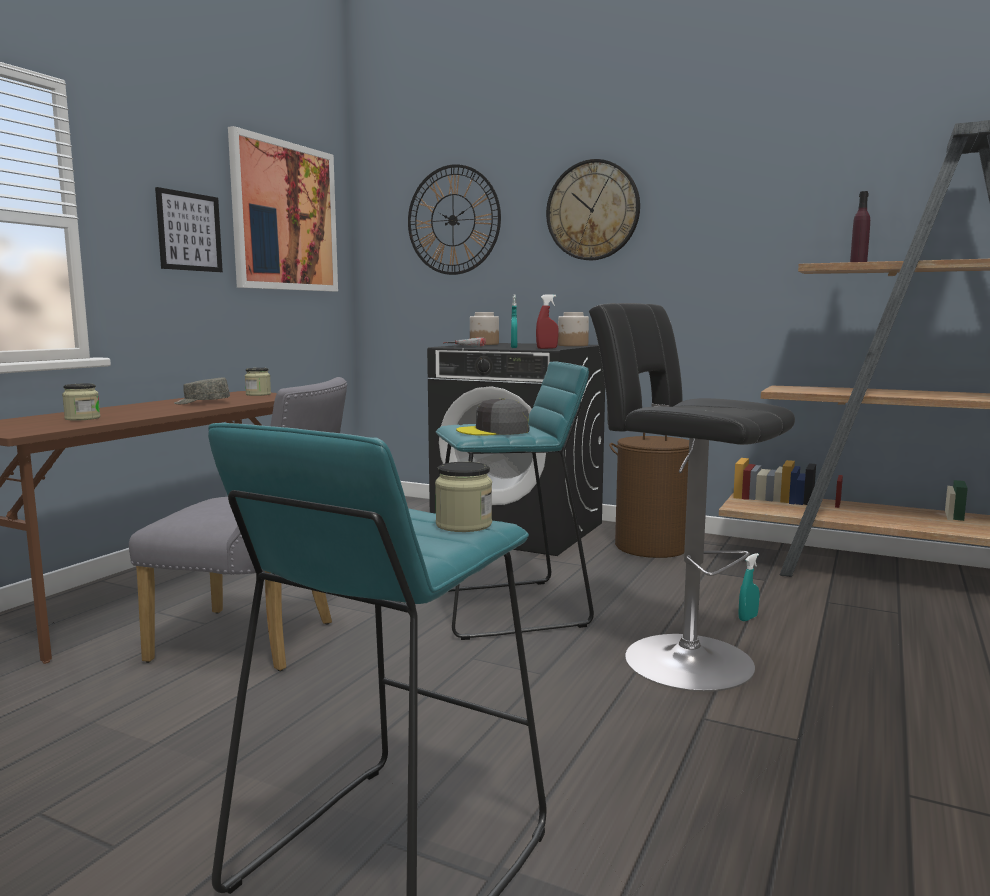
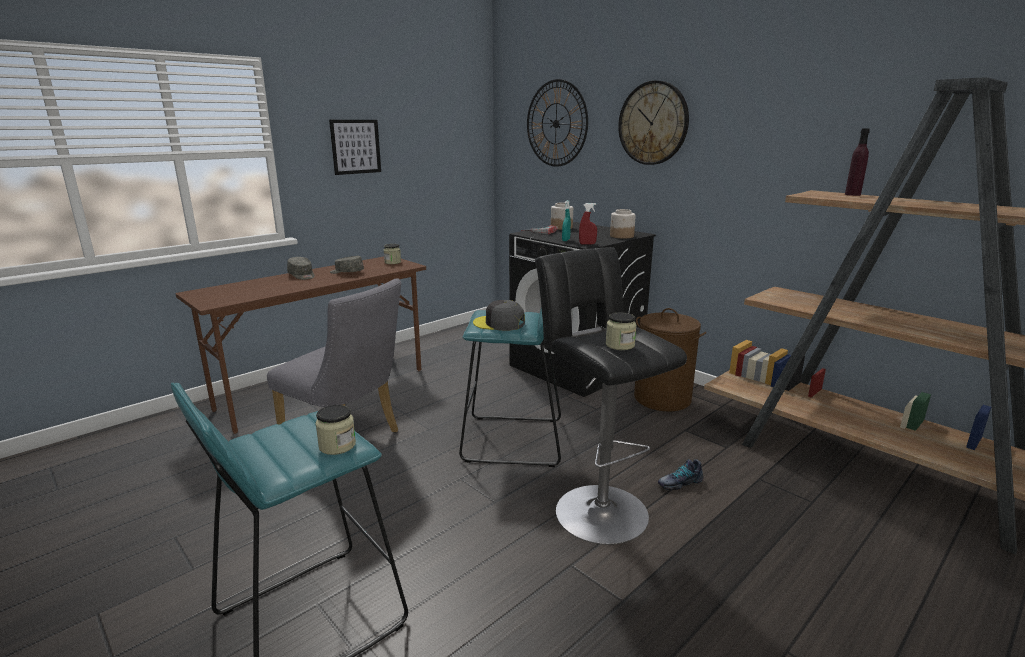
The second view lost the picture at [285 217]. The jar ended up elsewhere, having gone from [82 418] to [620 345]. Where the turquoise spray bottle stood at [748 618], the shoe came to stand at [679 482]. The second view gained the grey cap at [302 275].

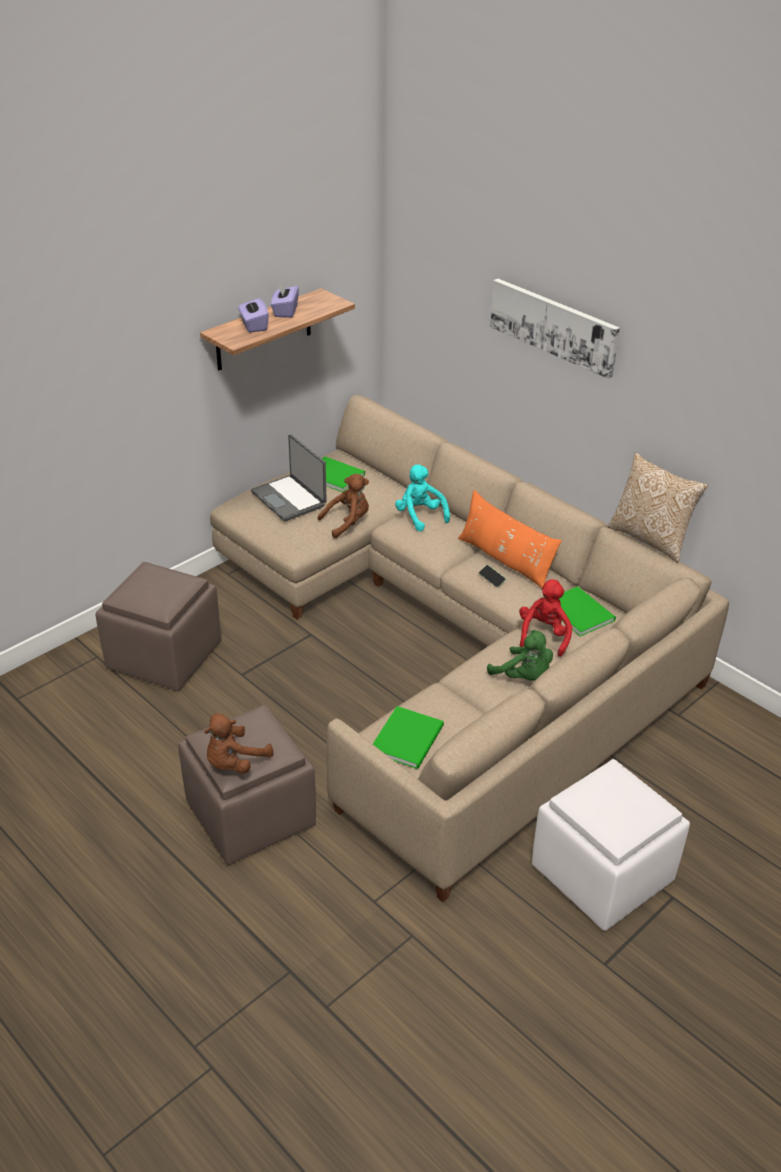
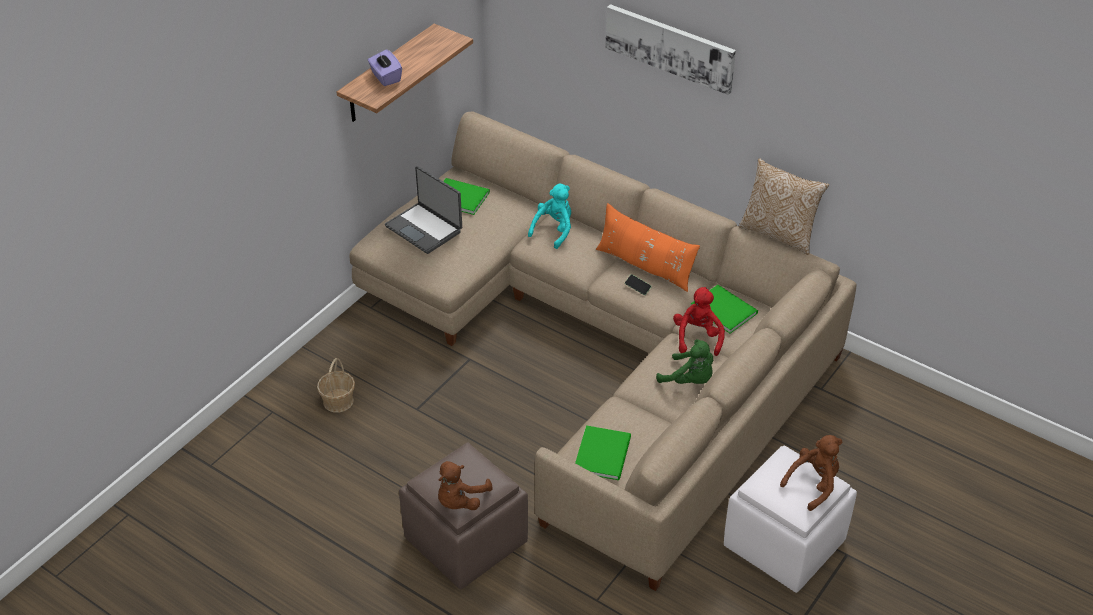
The second view lost the purple tissue box at [285 311]. The turquoise plush toy at [420 516] ended up facing another way, 75 degrees clockwise from before. The brown plush toy ended up elsewhere, having gone from [347 522] to [813 484]. Where the brown ottoman stood at [166 656], the basket came to stand at [338 401].

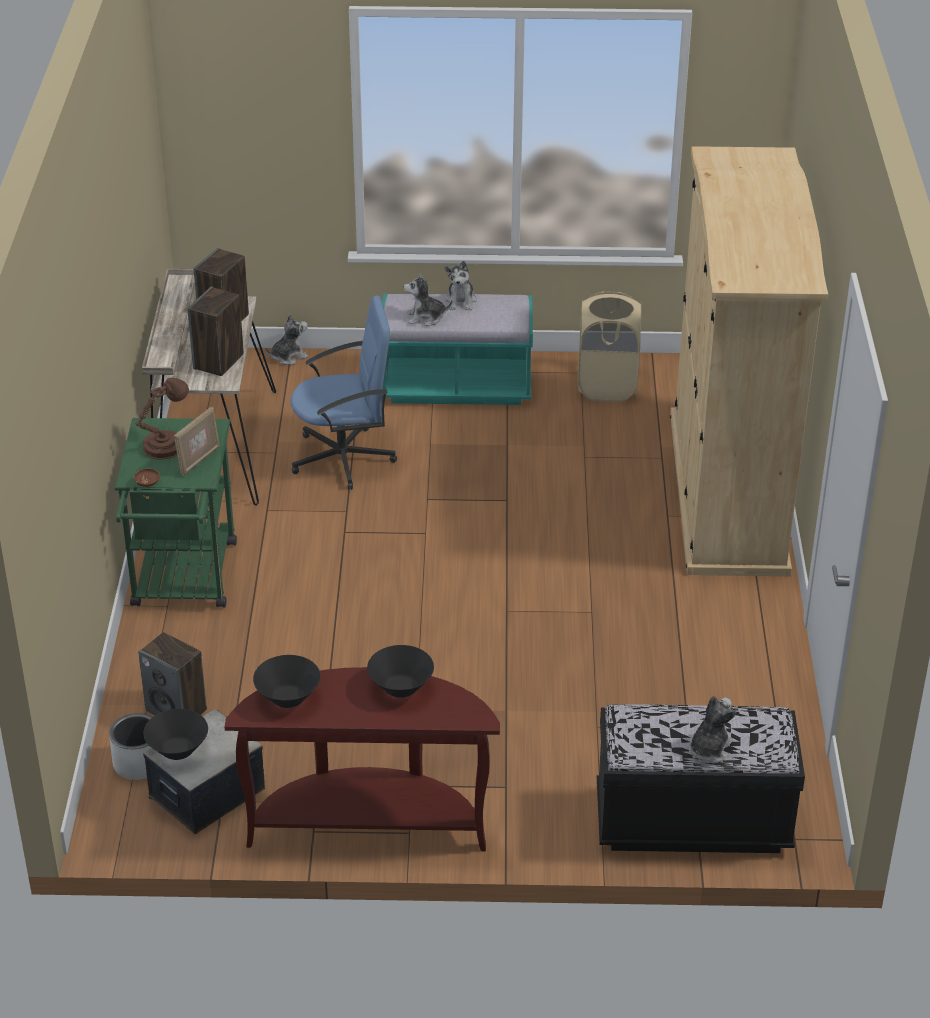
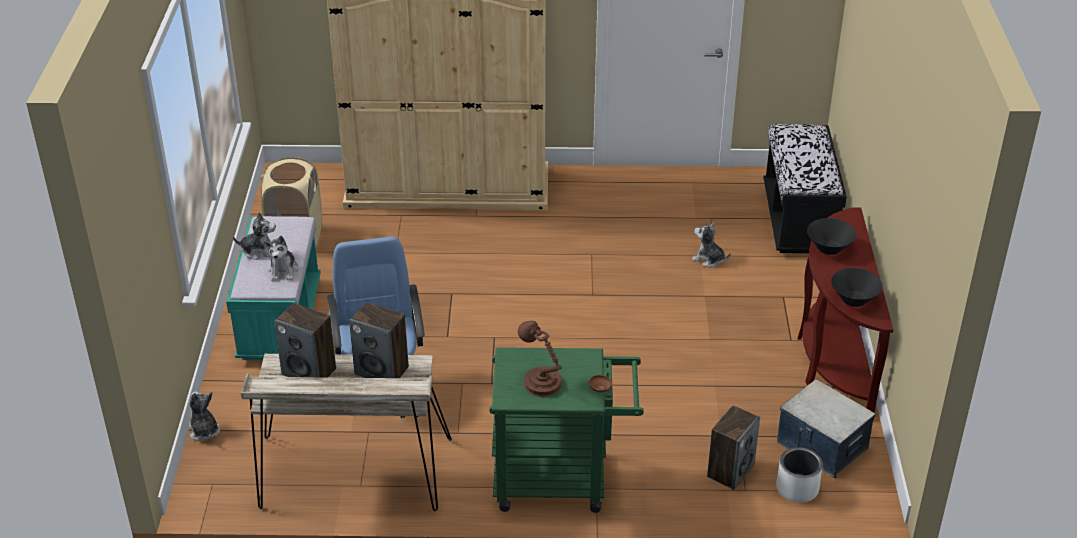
The second view lost the picture frame at [198 460]. The plush toy ended up elsewhere, having gone from [709 749] to [709 259]. The second view lost the black bowl at [177 749].

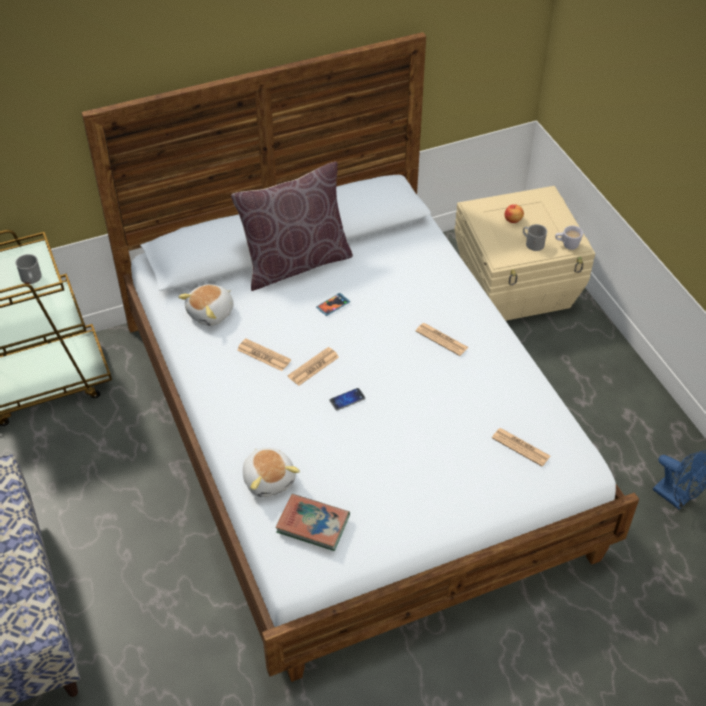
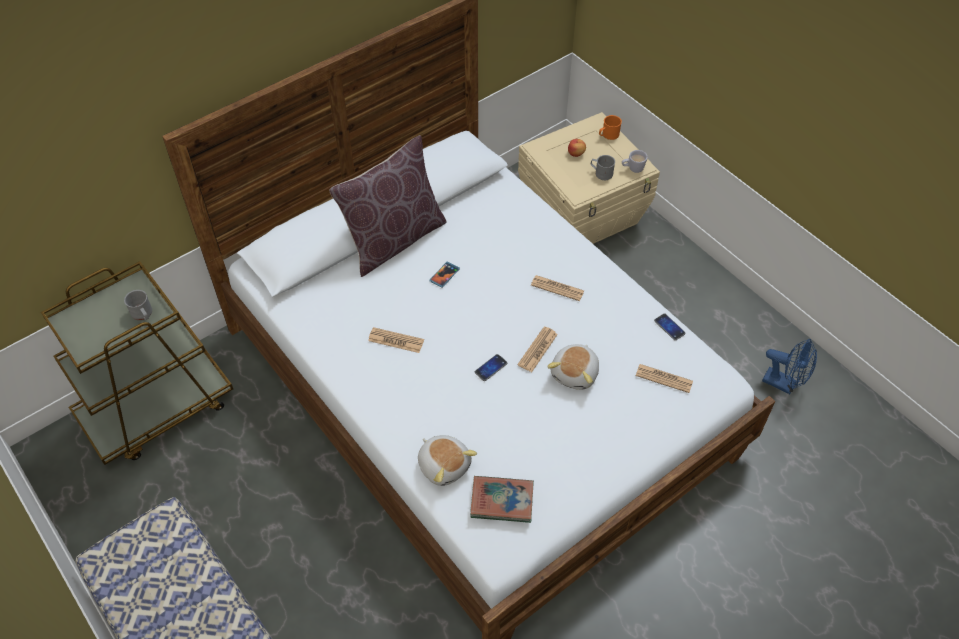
The plush toy ended up elsewhere, having gone from [211 313] to [575 373]. The newspaper ended up elsewhere, having gone from [313 367] to [537 349]. The second view gained the orange mug at [608 135]. The second view gained the phone at [669 327].

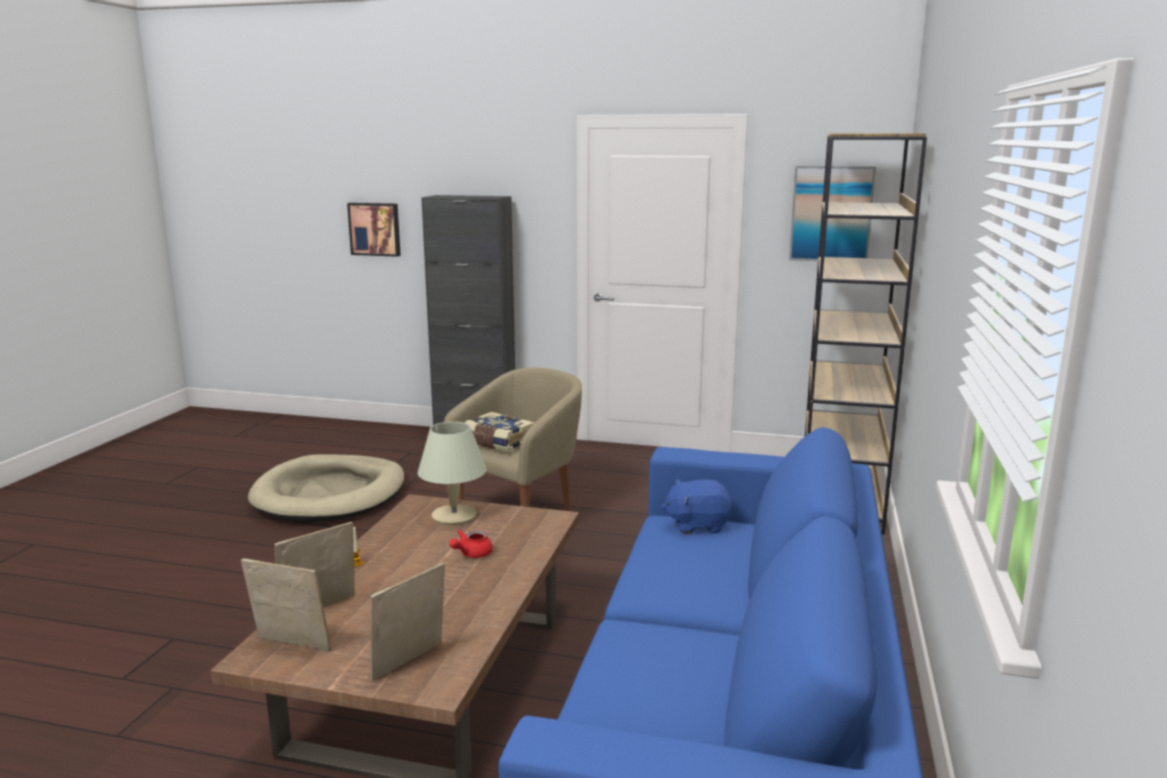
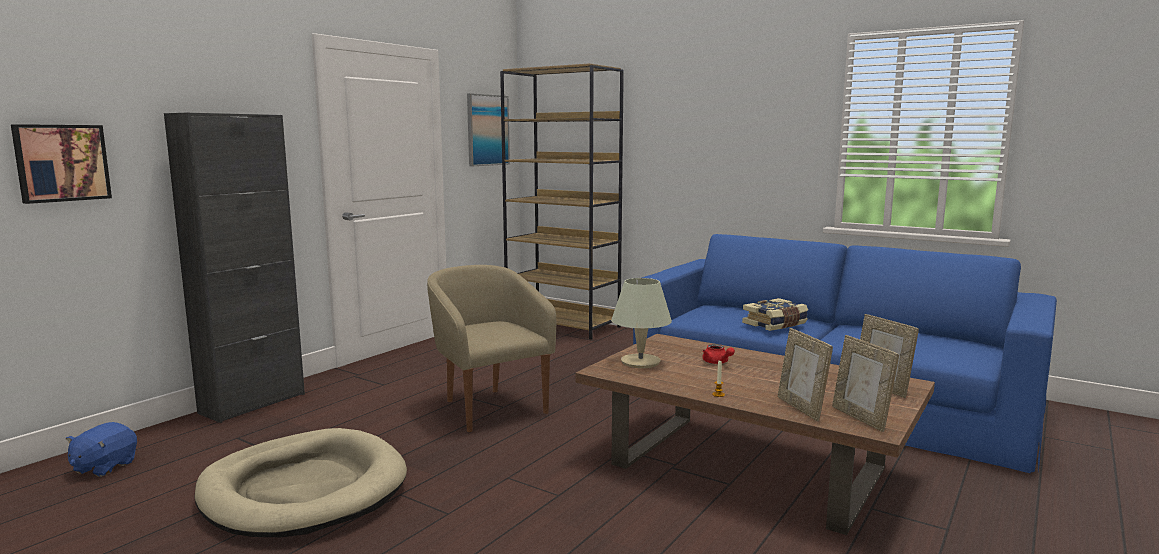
The book ended up elsewhere, having gone from [498 443] to [775 324]. The blue plush toy ended up elsewhere, having gone from [697 525] to [104 467]. The picture frame at [291 646] ended up facing another way, 60 degrees counterclockwise from before.

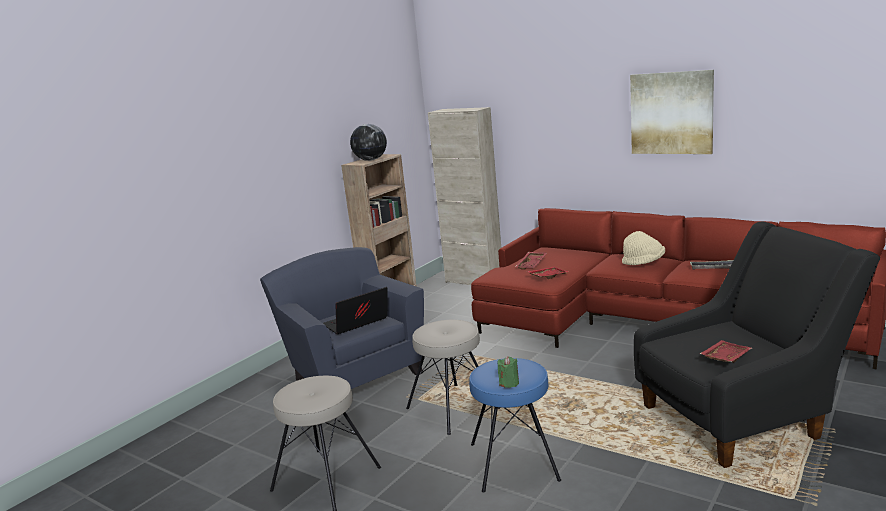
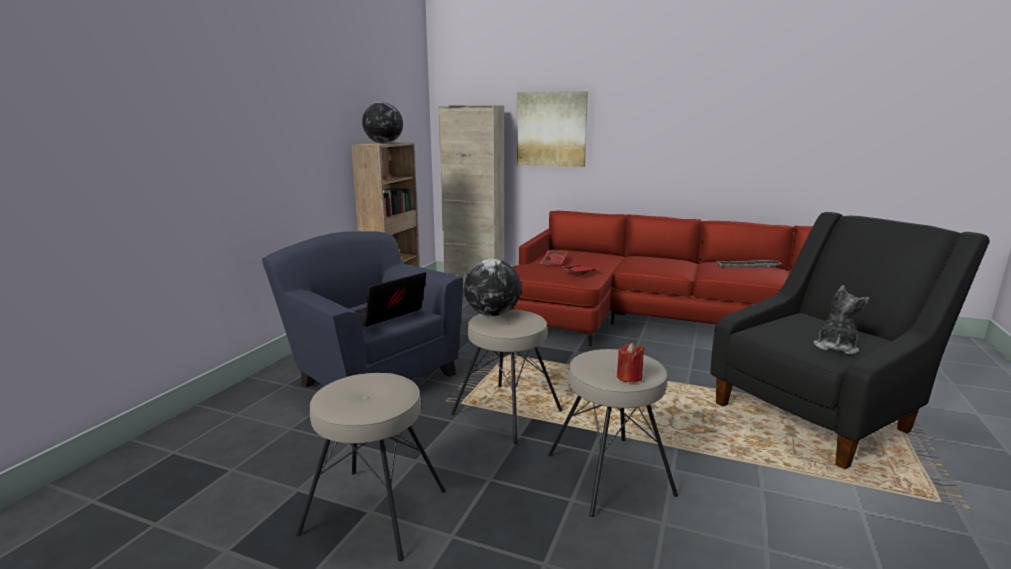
The picture ended up elsewhere, having gone from [671 113] to [551 129]. The second view lost the beige hat at [643 263]. Where the red tray stood at [724 358], the plush toy came to stand at [835 347]. What was the green candle at [509 383] turned into the red candle at [629 377]. What was the blue stool at [514 461] turned into the beige stool at [610 473]. The second view gained the globe at [492 314].

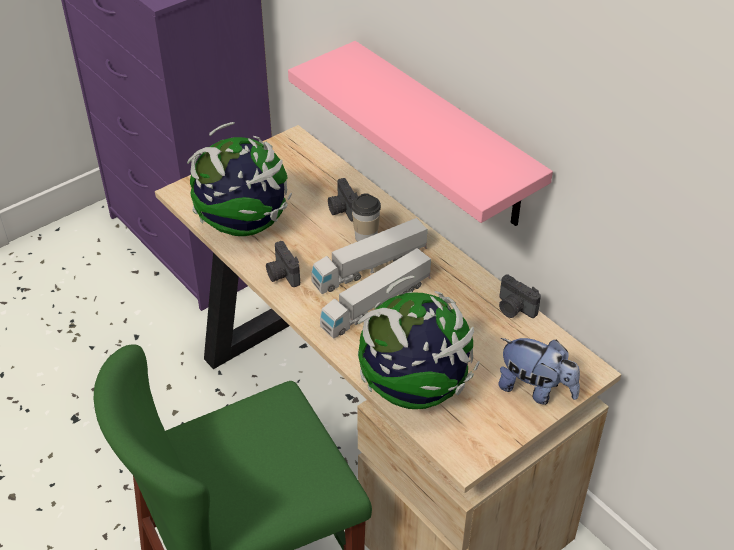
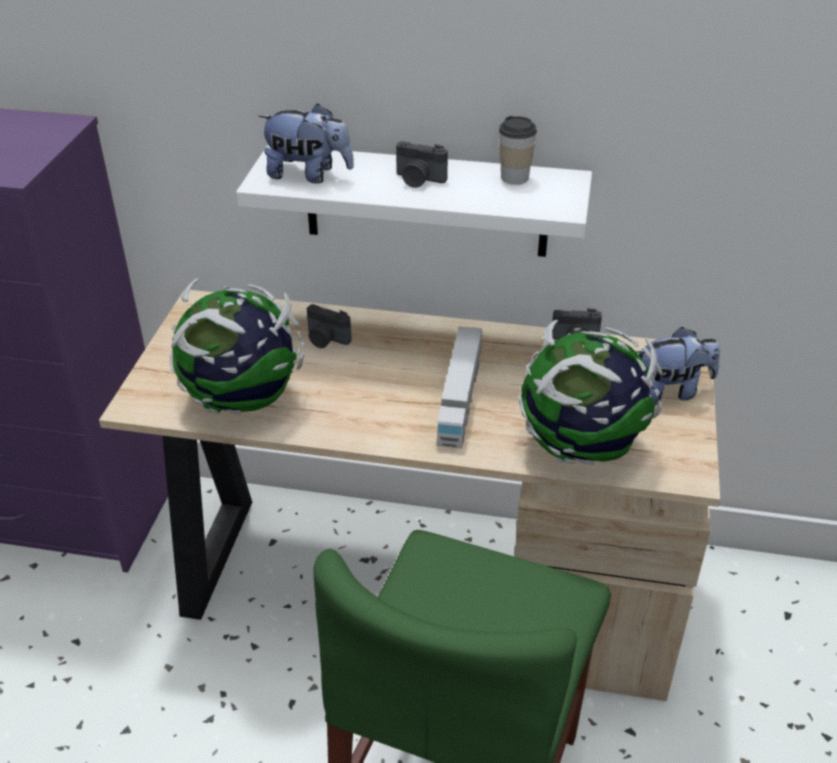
What was the pink shelf at [444 136] turned into the white shelf at [426 201]. The cup ended up elsewhere, having gone from [366 236] to [514 177]. The second view lost the toy truck at [370 267]. The photo camera ended up elsewhere, having gone from [282 275] to [418 180]. The second view gained the plush toy at [309 175].

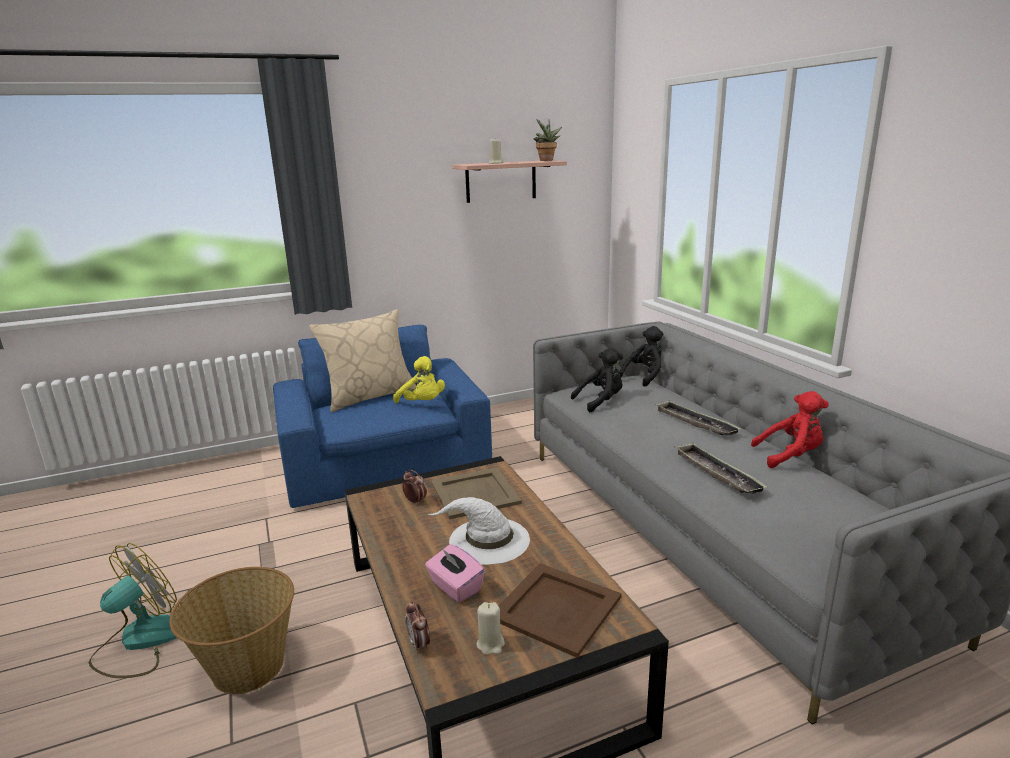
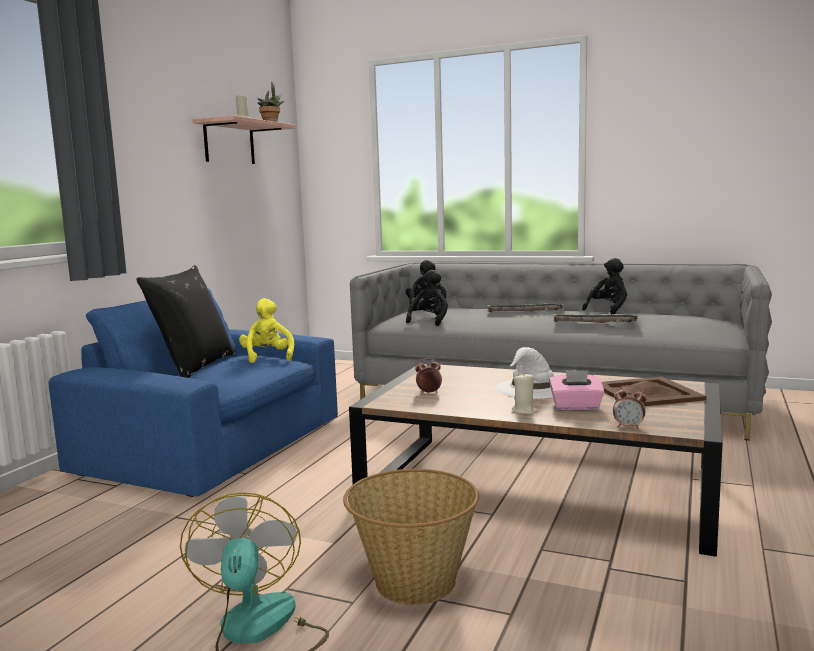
What was the beige pillow at [370 396] turned into the black pillow at [194 366]. The yellow plush toy at [422 403] ended up facing another way, 105 degrees counterclockwise from before. What was the red plush toy at [790 456] turned into the black plush toy at [608 310]. The second view lost the beige tray at [475 492]. The beige candle ended up elsewhere, having gone from [490 644] to [524 411].

